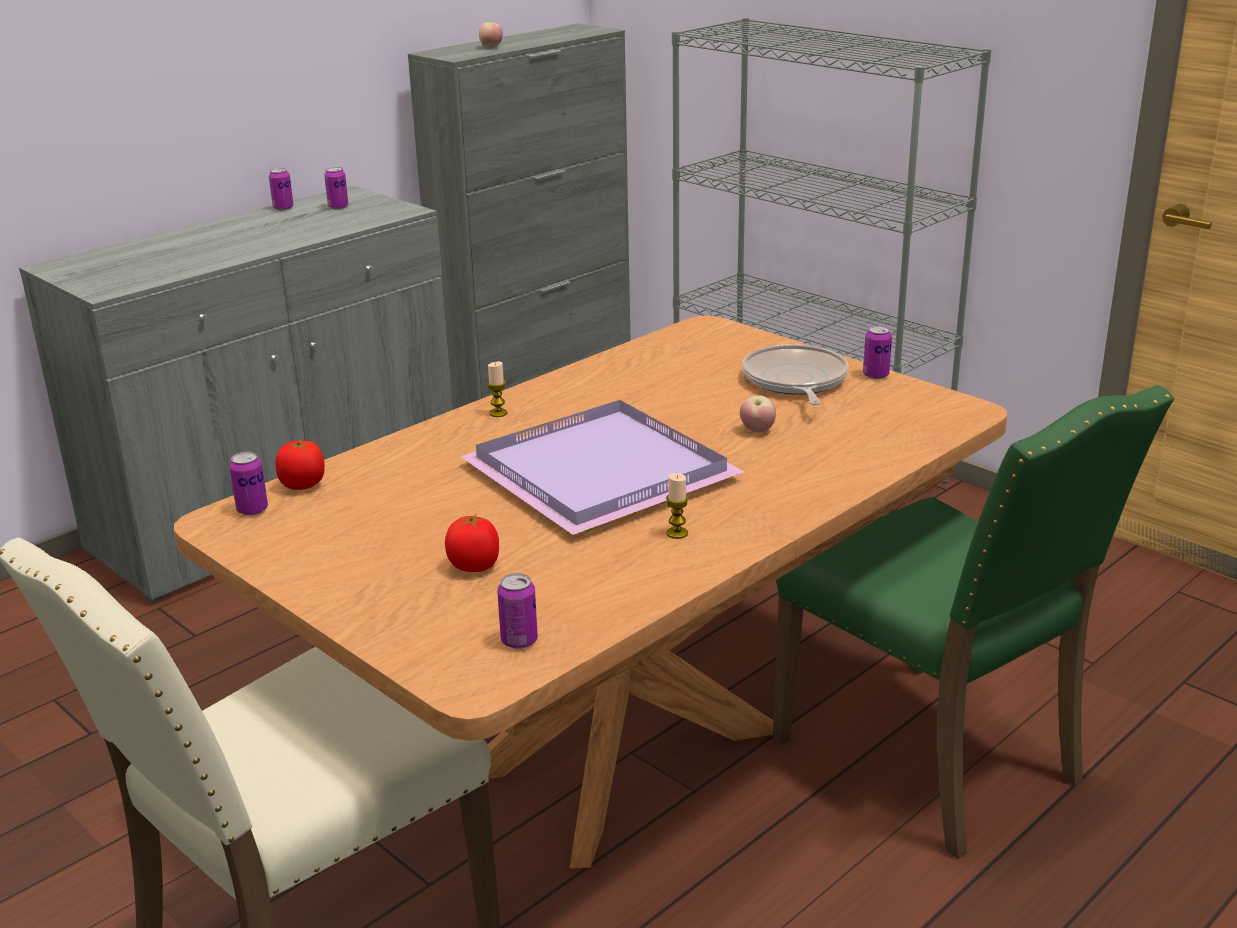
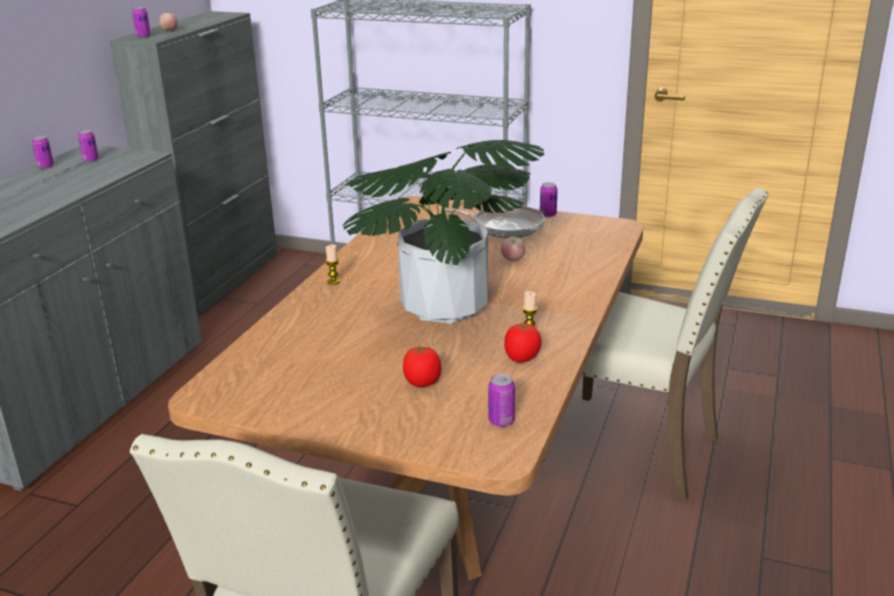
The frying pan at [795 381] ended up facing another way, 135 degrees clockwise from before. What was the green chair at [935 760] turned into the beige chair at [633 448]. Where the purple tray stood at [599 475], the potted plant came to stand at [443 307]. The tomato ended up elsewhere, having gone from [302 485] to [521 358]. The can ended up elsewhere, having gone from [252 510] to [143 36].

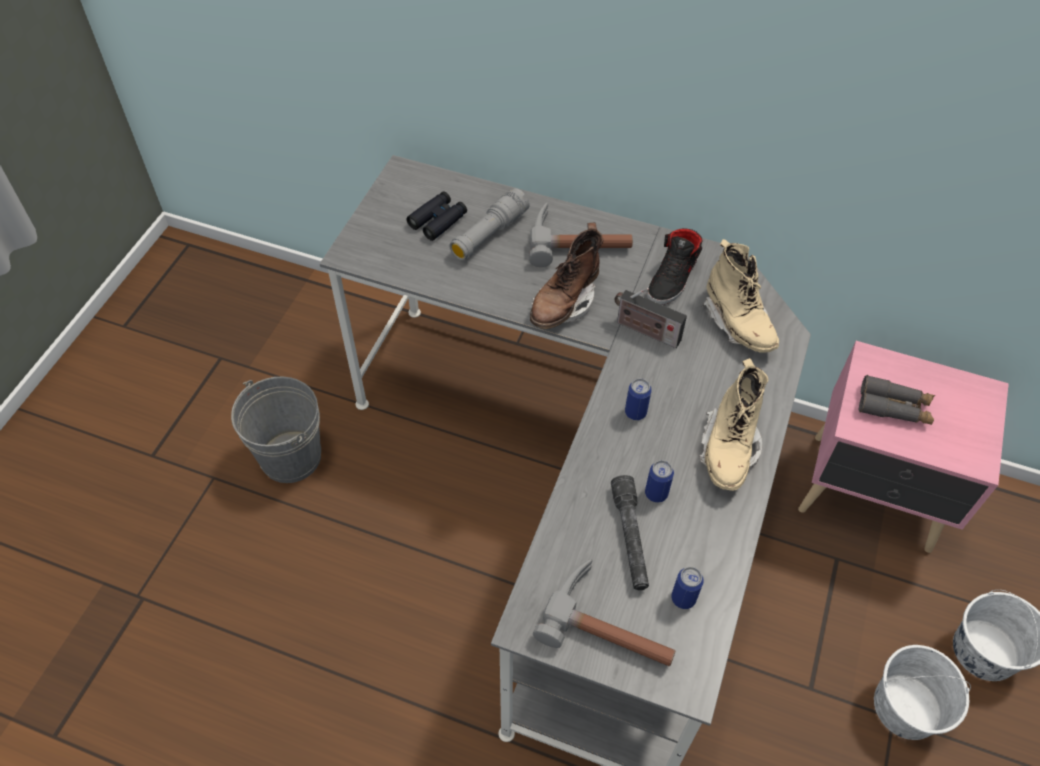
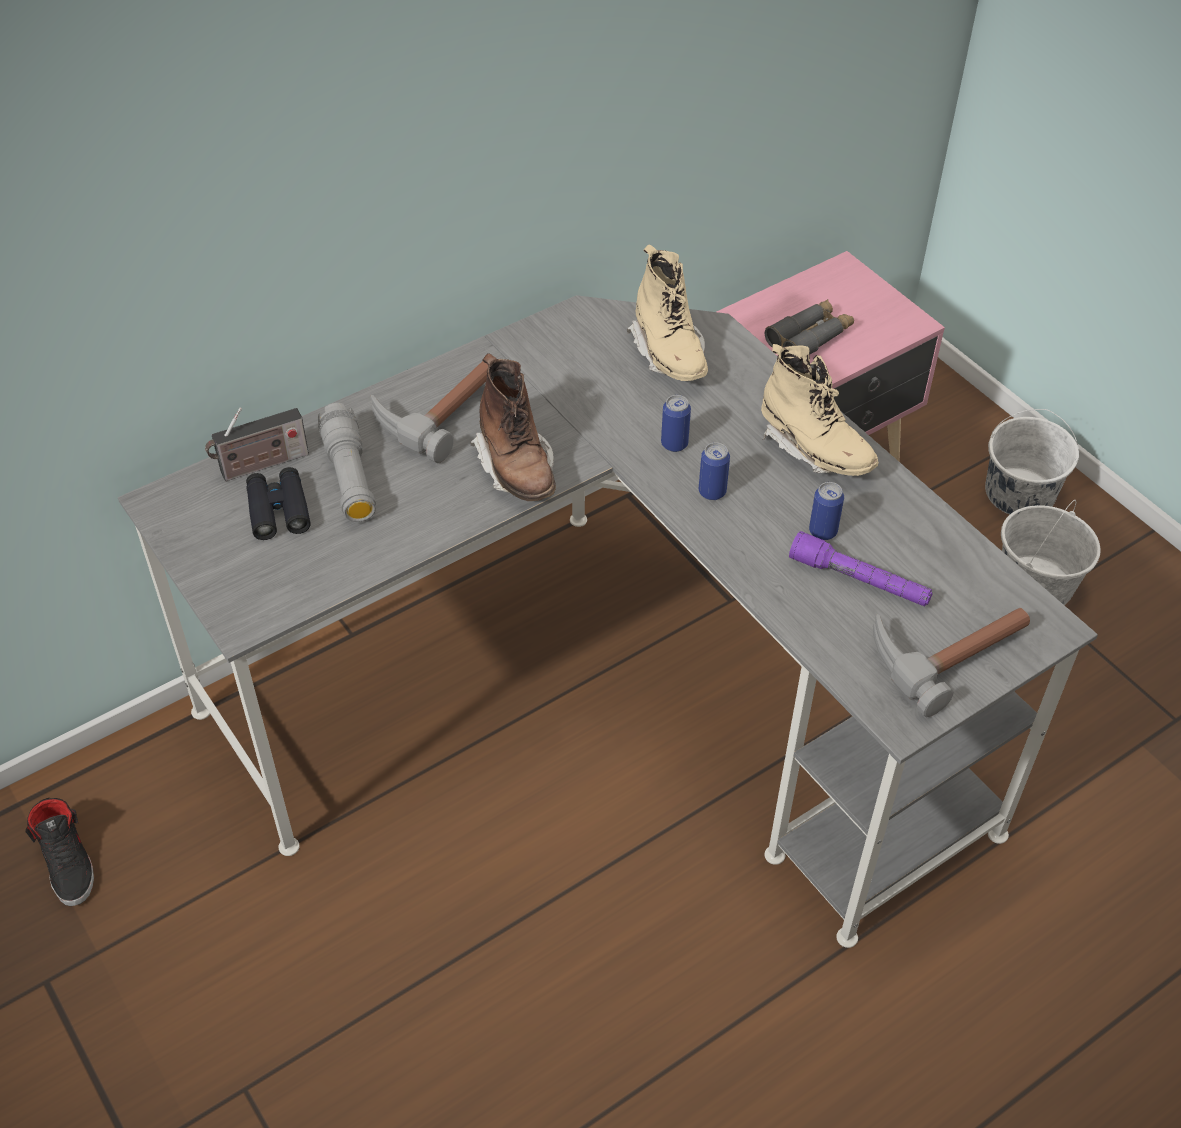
The black shoe ended up elsewhere, having gone from [673 278] to [68 861]. The beige boot at [738 323] ended up facing another way, 60 degrees clockwise from before. The radio ended up elsewhere, having gone from [645 331] to [260 465]. The second view lost the grey bucket at [290 457]. What was the grey flashlight at [630 538] turned into the purple flashlight at [859 580]. The can ended up elsewhere, having gone from [683 598] to [674 444].

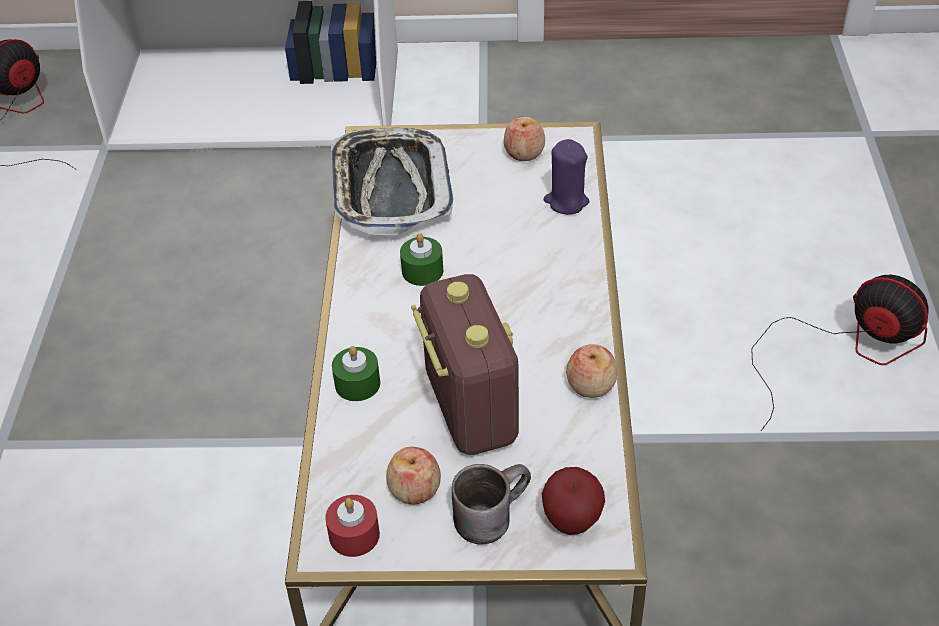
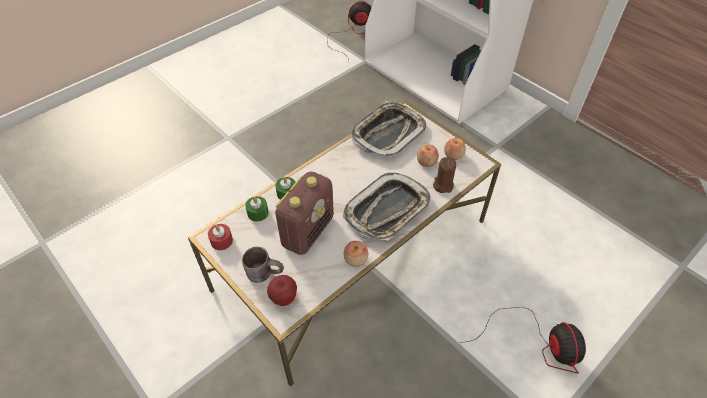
What was the purple candle at [566 201] turned into the brown candle at [443 185]. The green candle ended up elsewhere, having gone from [422 271] to [258 213]. The apple ended up elsewhere, having gone from [414 489] to [426 162]. The second view gained the tray at [387 210].

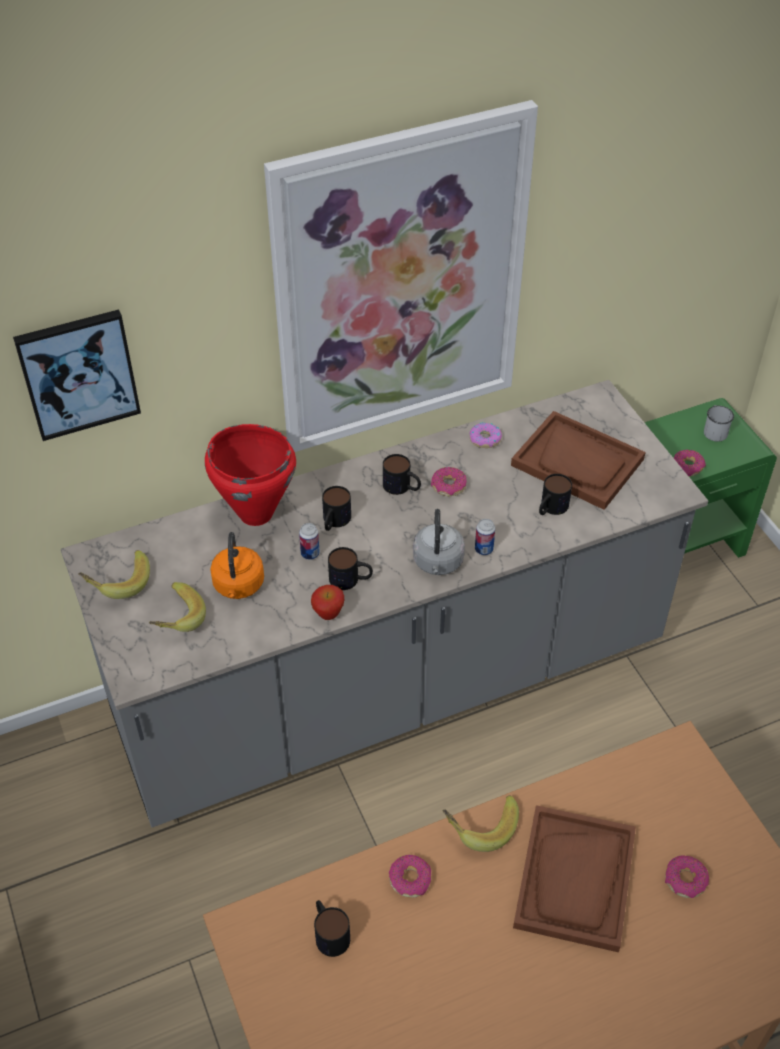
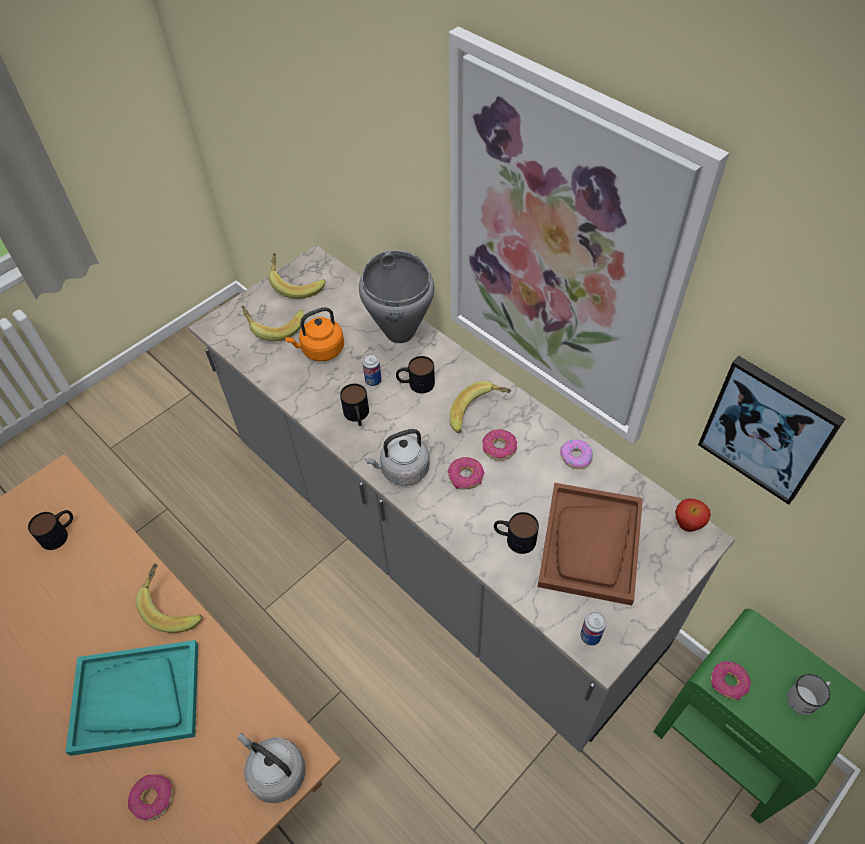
The picture ended up elsewhere, having gone from [78 373] to [767 429]. What was the red cooking pot at [255 513] turned into the grey cooking pot at [400 332]. Where the mug stood at [402 487], the banana came to stand at [479 415]. The can ended up elsewhere, having gone from [484 549] to [590 636]. The apple ended up elsewhere, having gone from [328 615] to [687 525]. What was the brown tray at [575 879] turned into the turquoise tray at [136 698]. The donut ended up elsewhere, having gone from [410 879] to [466 477]. The second view gained the grey kettle at [275 772].

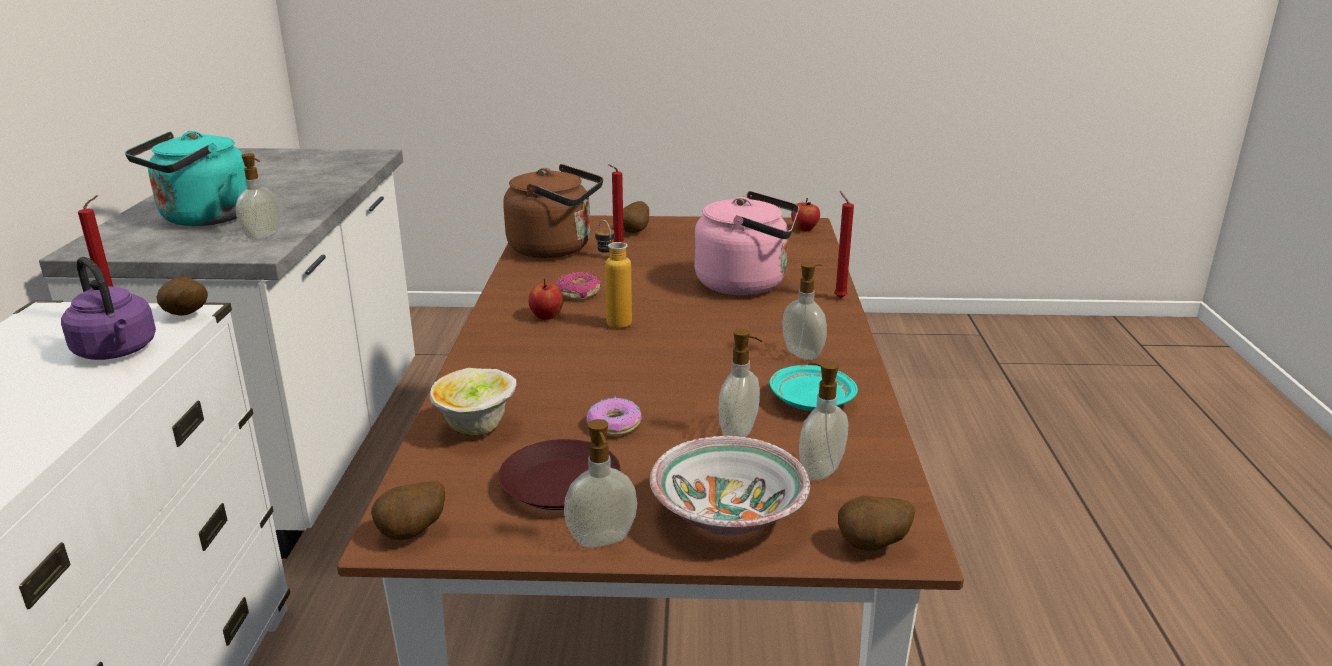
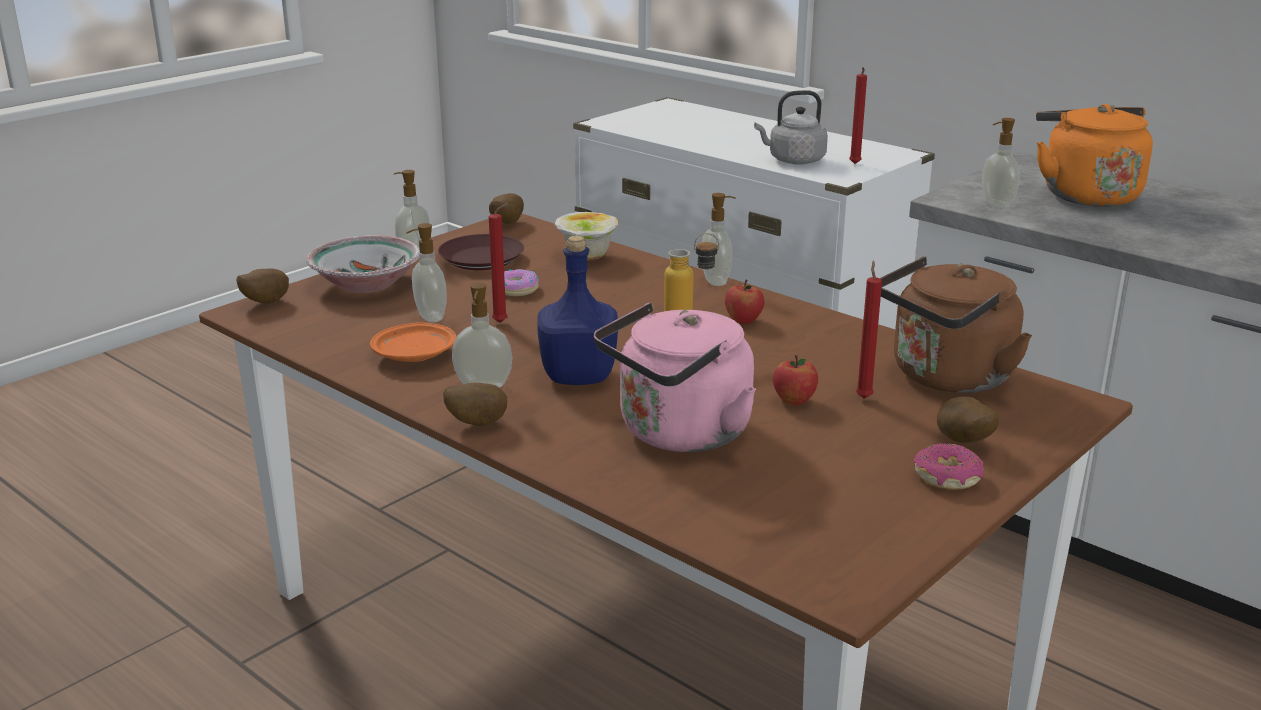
What was the turquoise kettle at [202 219] turned into the orange kettle at [1085 195]. The red candle ended up elsewhere, having gone from [838 297] to [502 323]. The apple ended up elsewhere, having gone from [804 229] to [794 401]. What was the purple kettle at [117 351] turned into the grey kettle at [793 160]. The donut ended up elsewhere, having gone from [578 293] to [947 478]. The potato ended up elsewhere, having gone from [185 316] to [476 423]. The soap dispenser ended up elsewhere, having gone from [819 470] to [717 281]. What was the turquoise plate at [810 401] turned into the orange plate at [415 355]. The second view gained the blue bottle at [577 376].

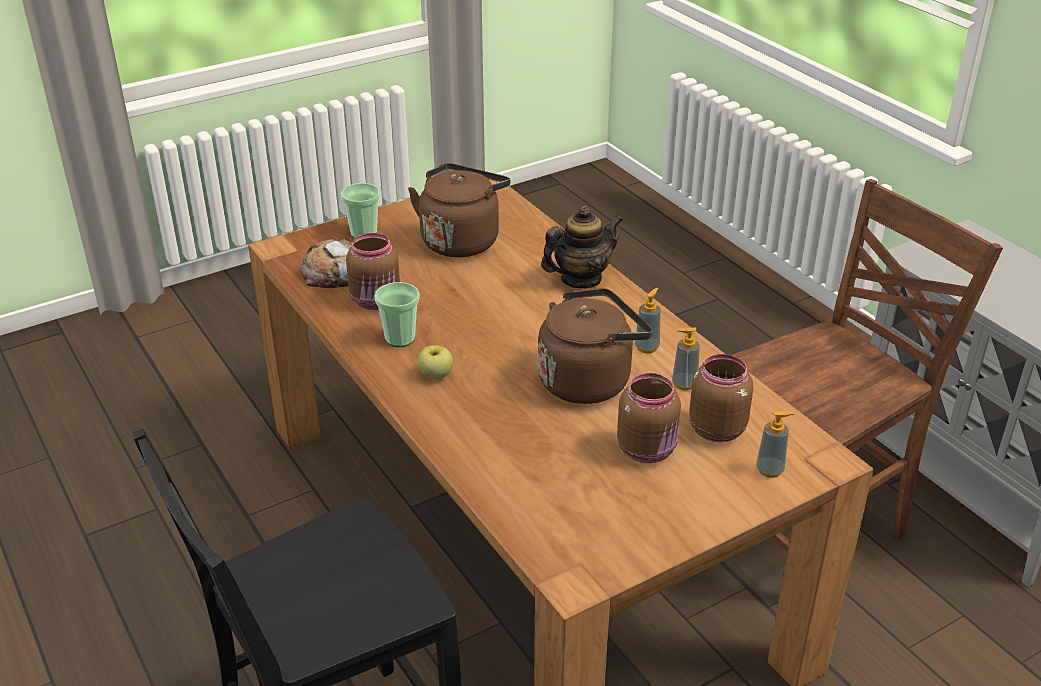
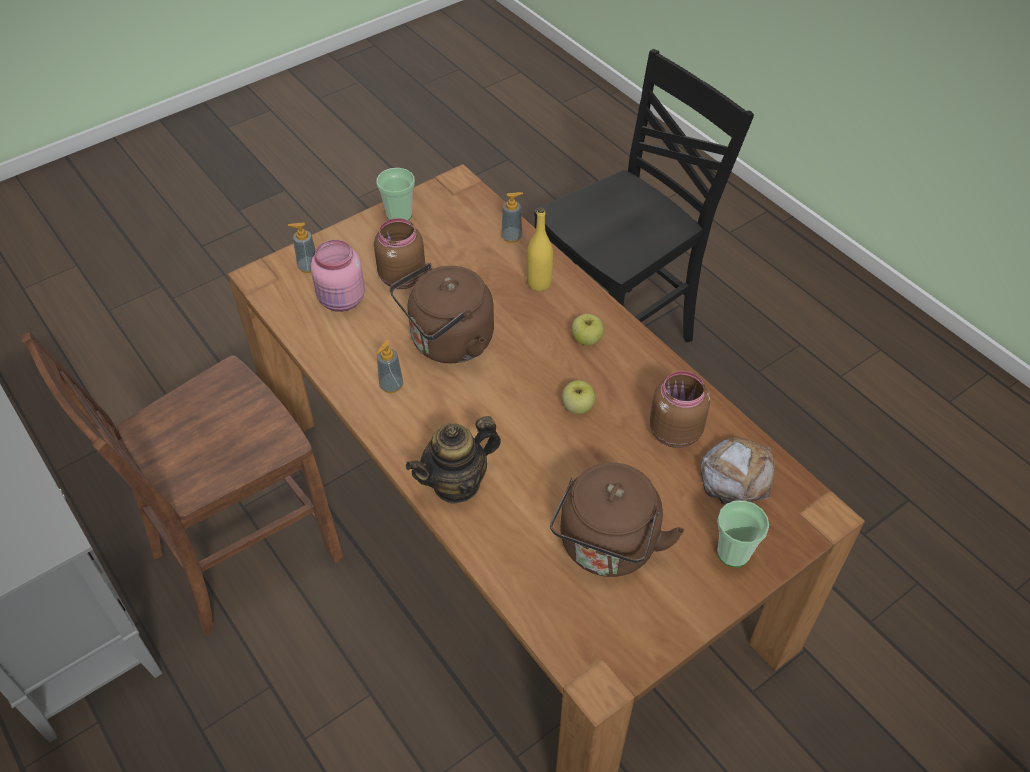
The cup ended up elsewhere, having gone from [400 338] to [399 215]. The soap dispenser ended up elsewhere, having gone from [684 384] to [512 237]. What was the brown jar at [716 428] turned into the pink jar at [342 300]. The second view gained the yellow bottle at [539 283]. The second view gained the apple at [577 407].

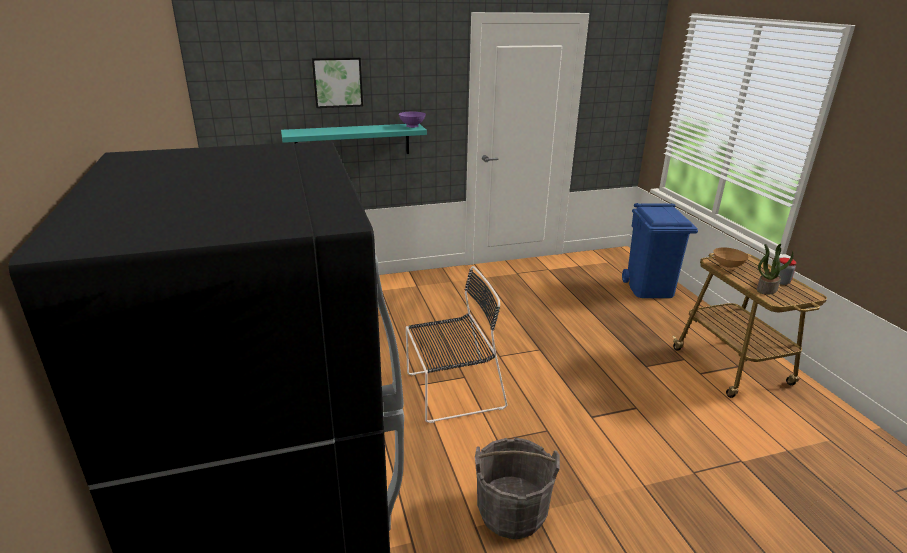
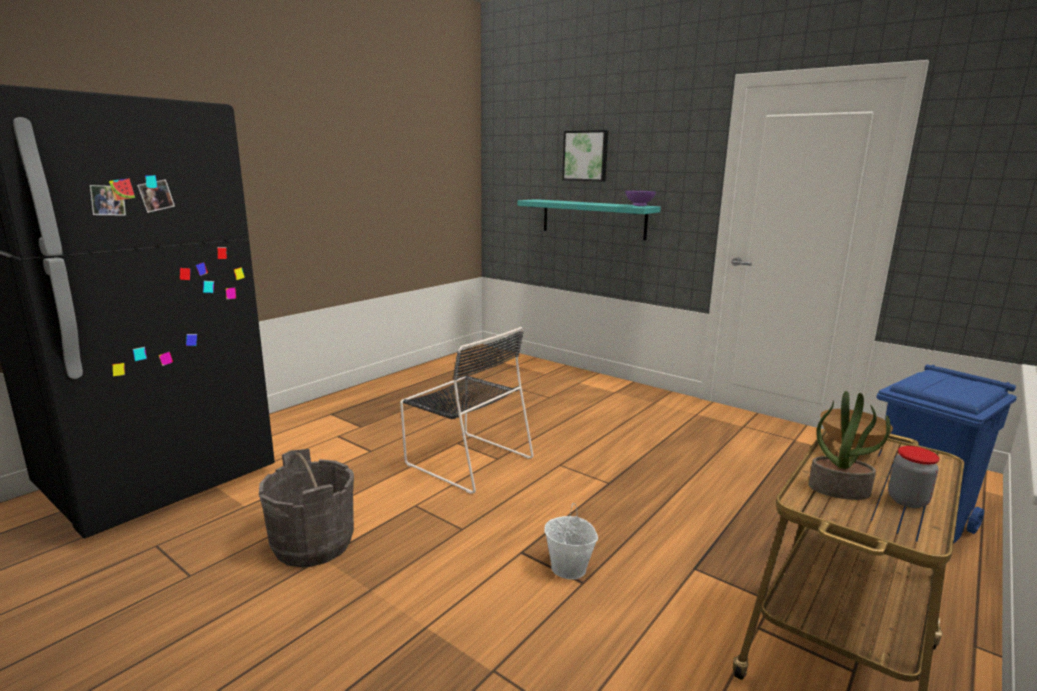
The second view gained the white bucket at [569 568].

